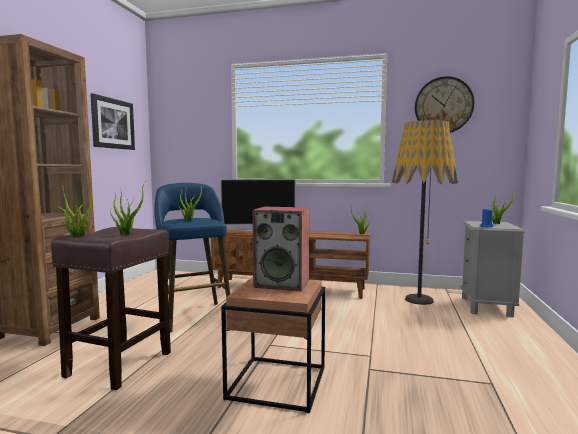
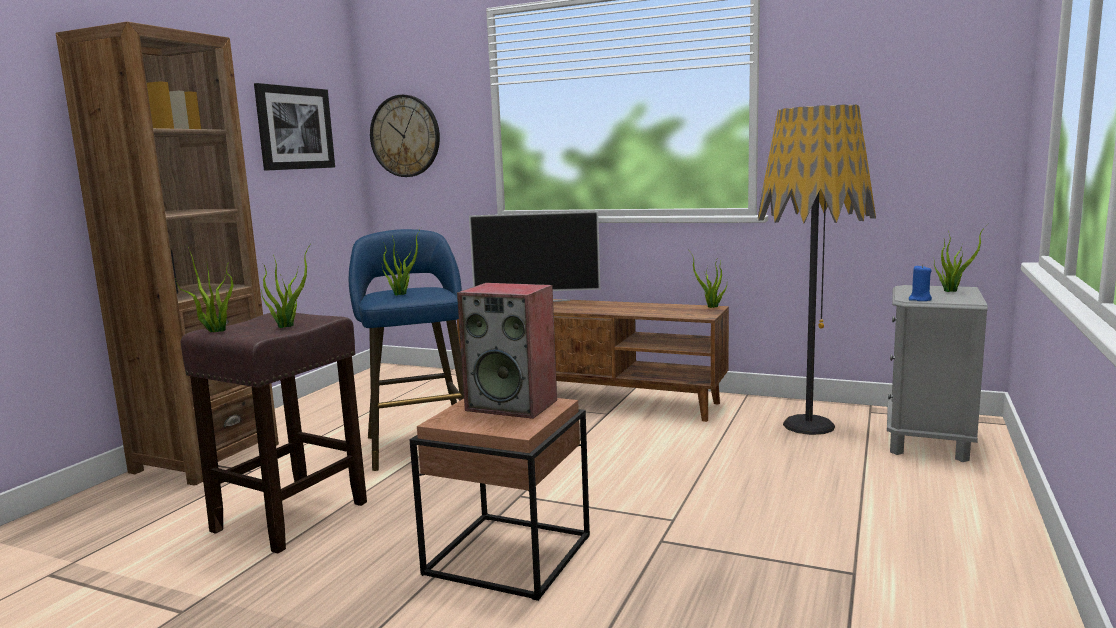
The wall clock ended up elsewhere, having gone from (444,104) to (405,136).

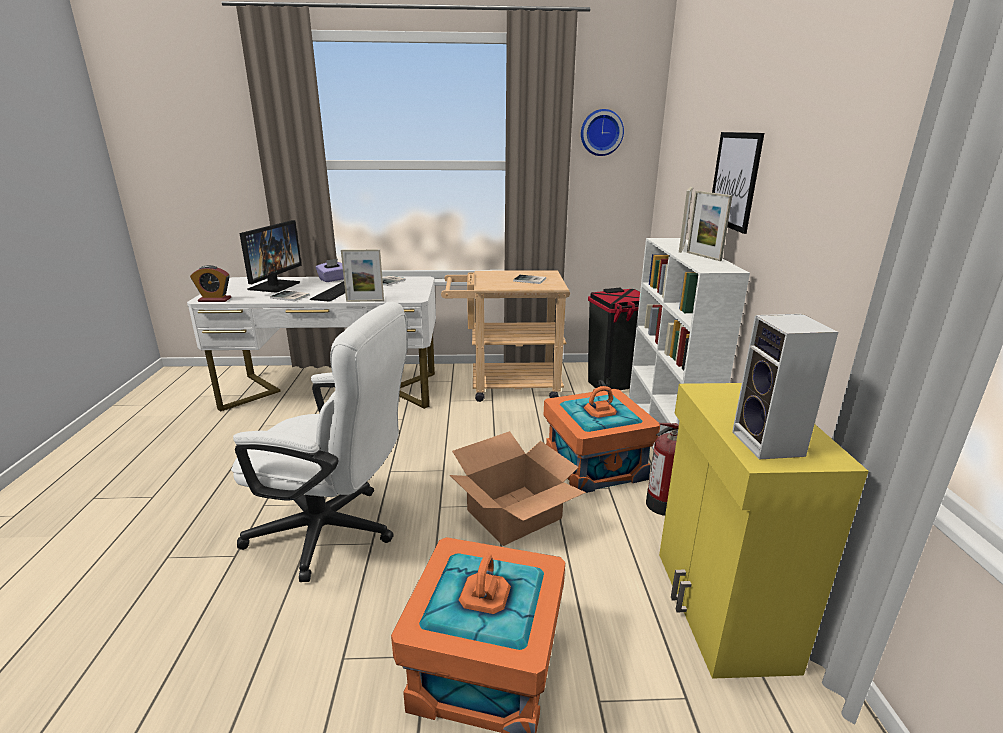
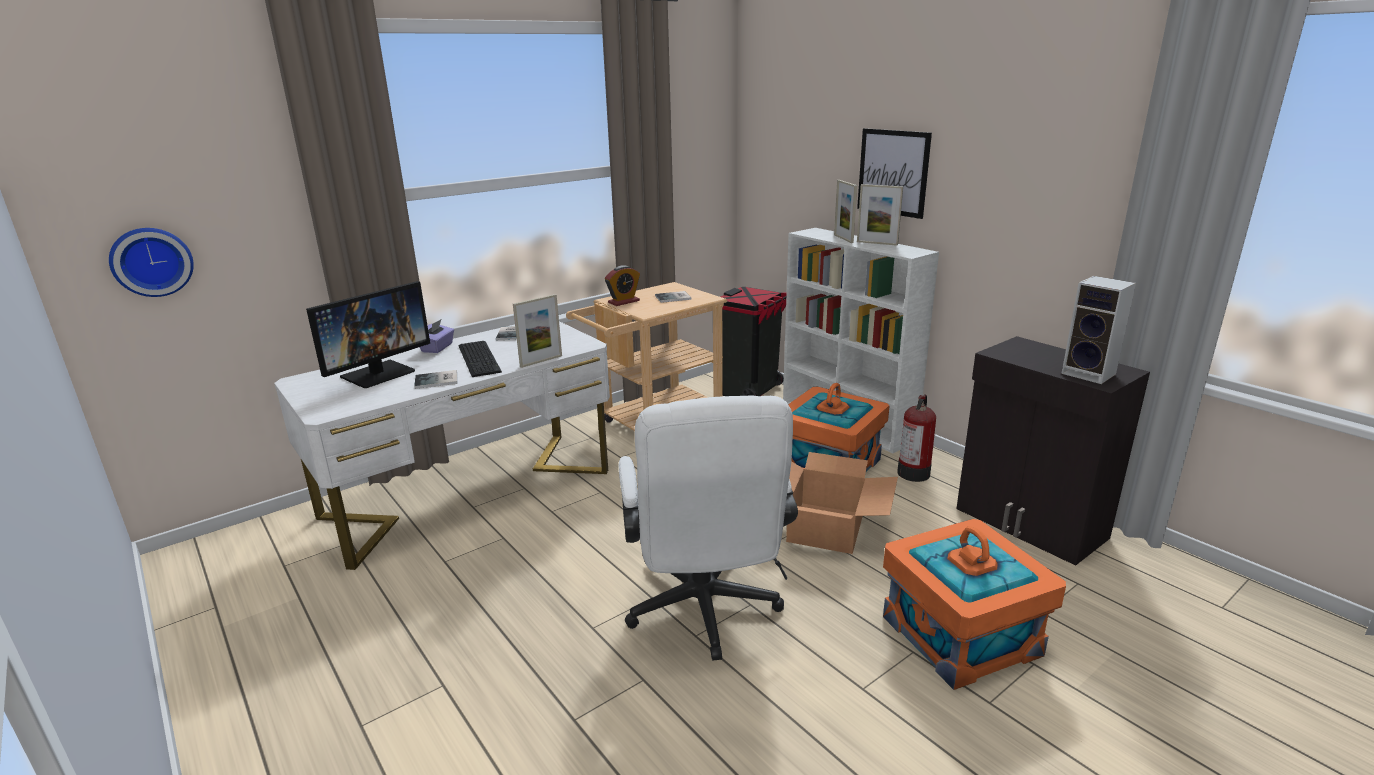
The wall clock ended up elsewhere, having gone from (602,132) to (151,262).
The monitor at (270,256) ended up facing another way, 60 degrees clockwise from before.
The alarm clock ended up elsewhere, having gone from (210,283) to (622,285).
The white office chair at (319,442) ended up facing another way, 105 degrees clockwise from before.
What was the yellow cabinet at (764,531) turned into the black cabinet at (1053,451).

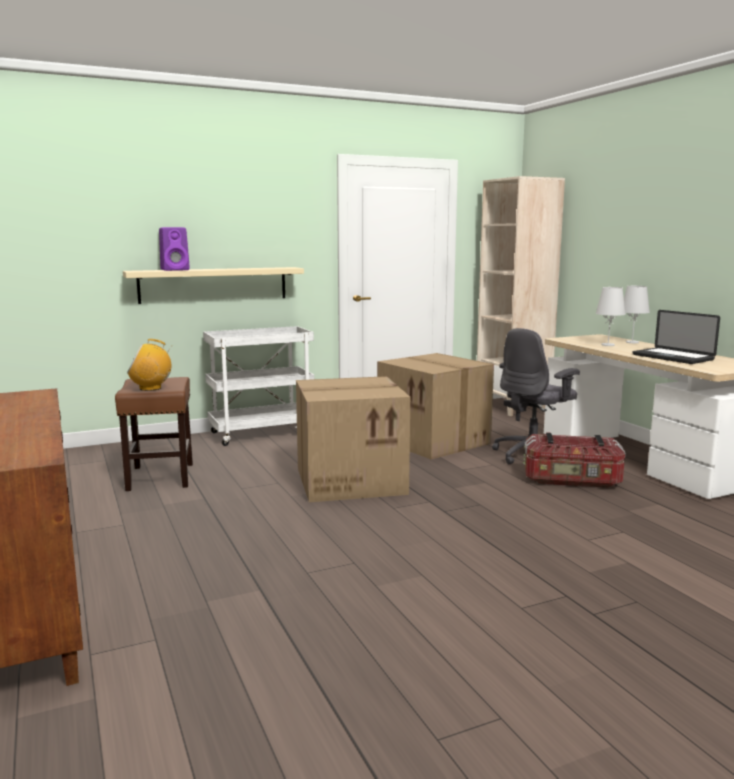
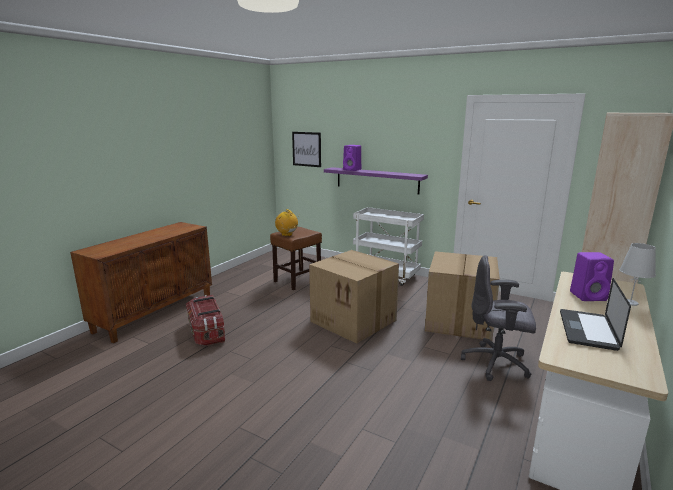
The storage box ended up elsewhere, having gone from (574,460) to (205,320).
The second view gained the picture at (306,149).
What was the beige shelf at (213,285) turned into the purple shelf at (376,181).
Where the white table lamp stood at (611,316), the purple speaker came to stand at (592,276).

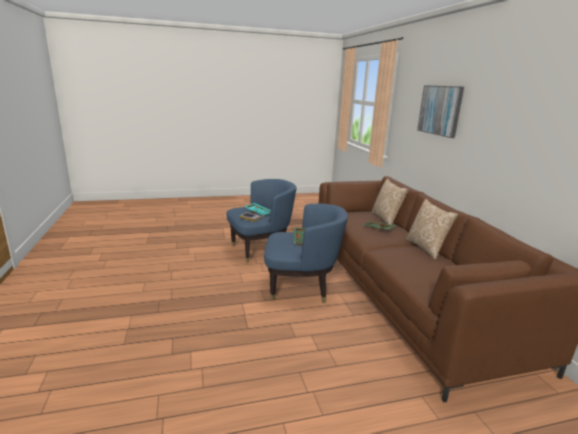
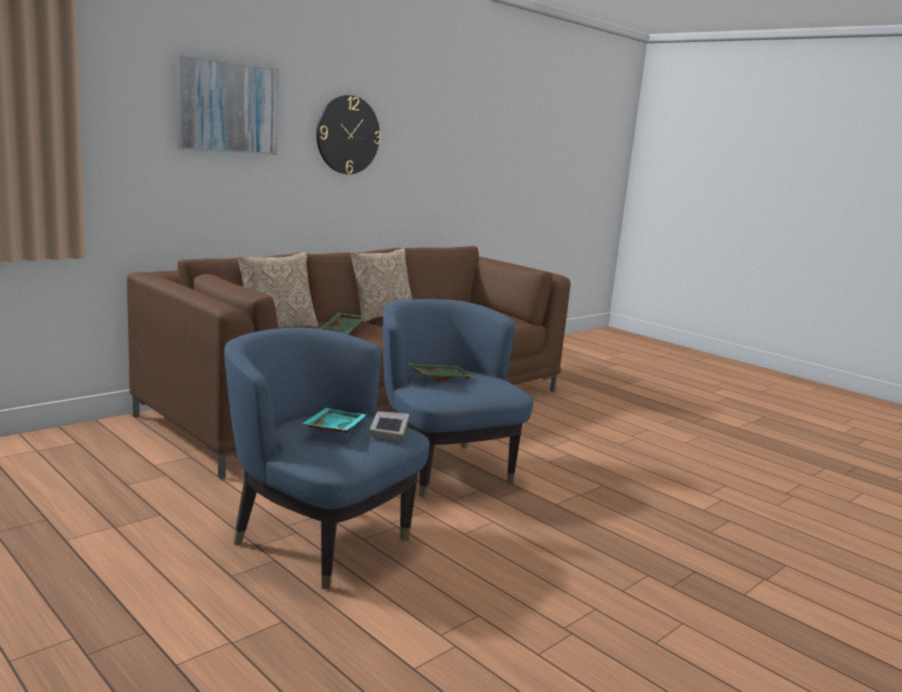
The second view gained the wall clock at (348,134).

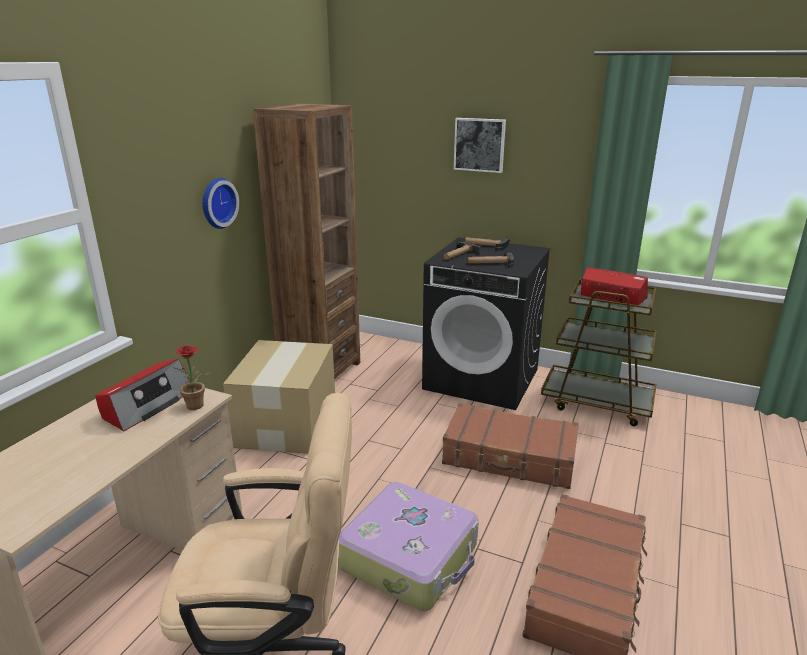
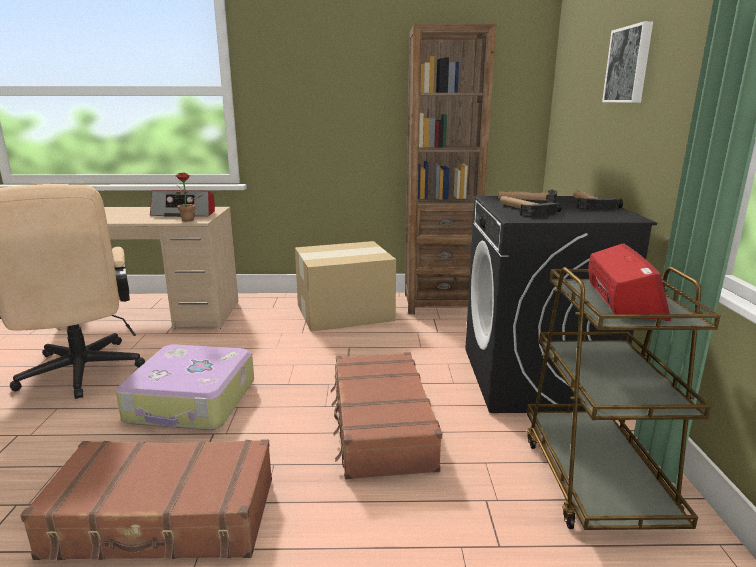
The second view lost the wall clock at (220,203).

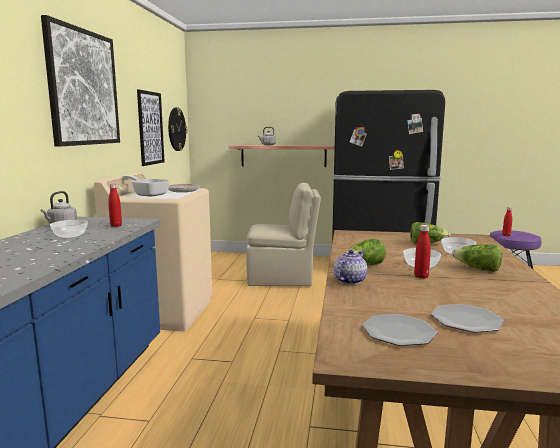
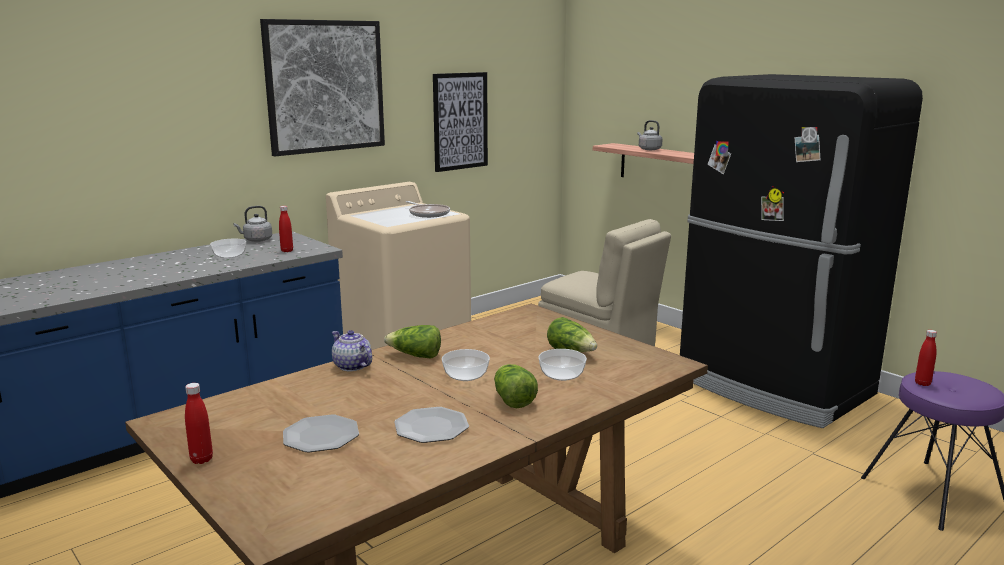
The red bottle ended up elsewhere, having gone from (422,252) to (199,423).
The teapot at (350,267) ended up facing another way, 120 degrees counterclockwise from before.
The plate ended up elsewhere, having gone from (399,330) to (431,425).
The second view lost the frying pan at (146,186).
The second view lost the wall clock at (177,129).

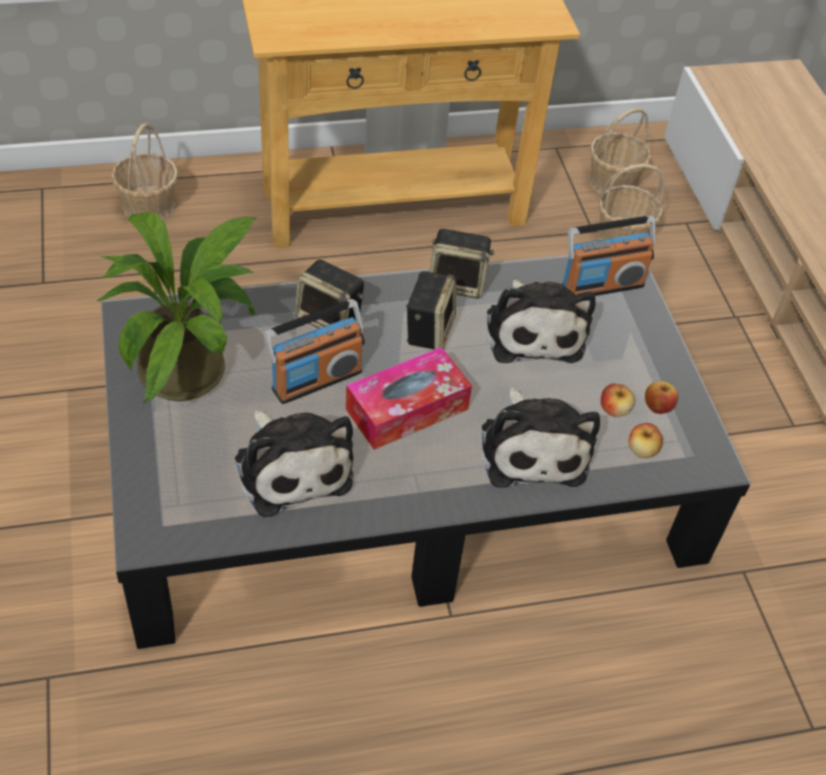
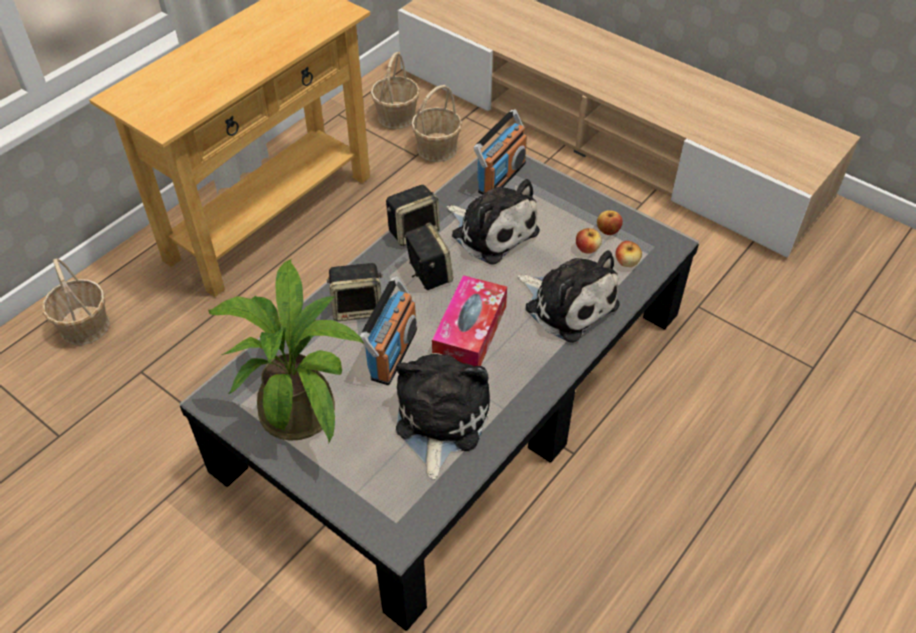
The plush toy at (294,463) ended up facing another way, 105 degrees counterclockwise from before.

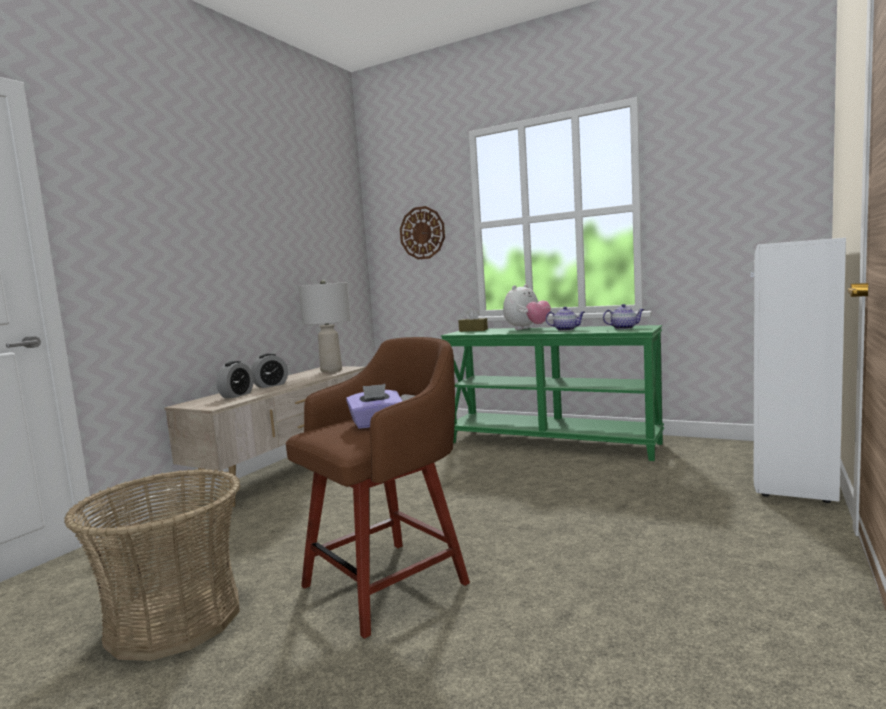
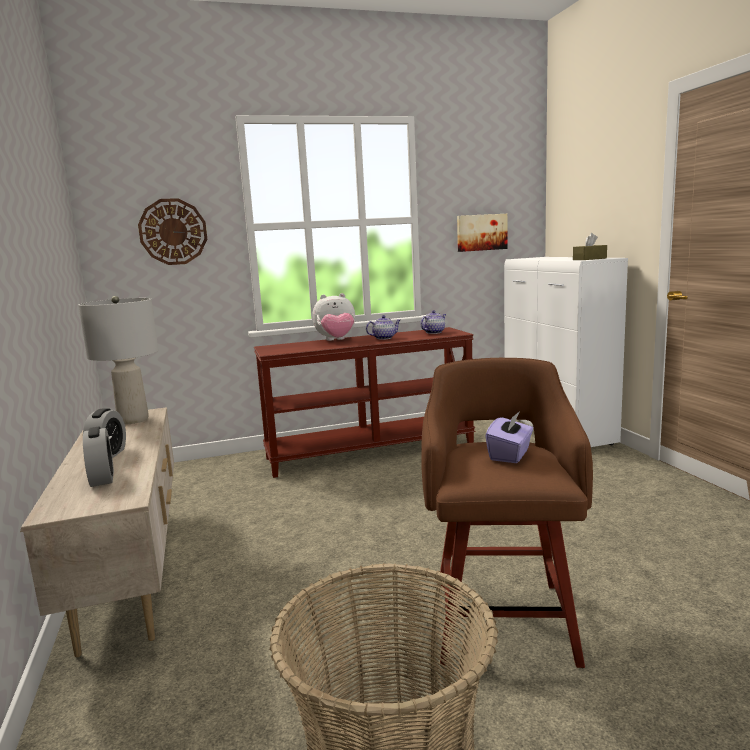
What was the green console table at (552,393) turned into the brown console table at (364,402).
The plush toy at (527,307) ended up facing another way, 75 degrees clockwise from before.
The second view gained the picture at (482,233).
The brown tissue box ended up elsewhere, having gone from (473,320) to (590,246).

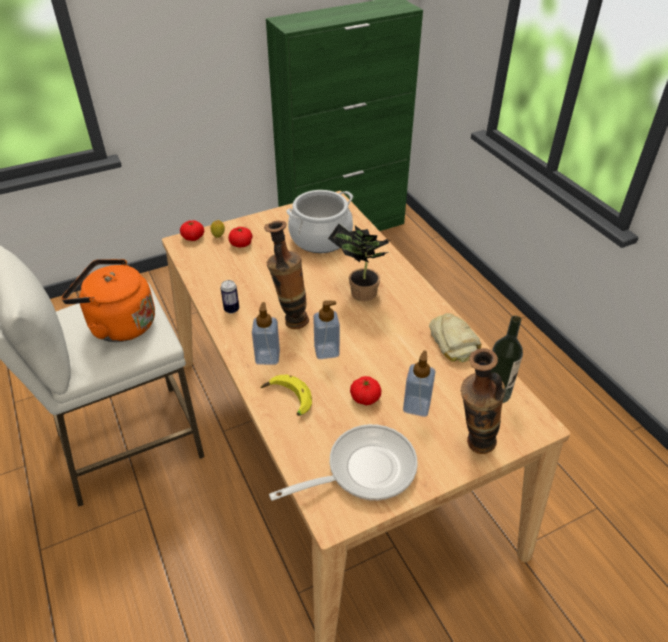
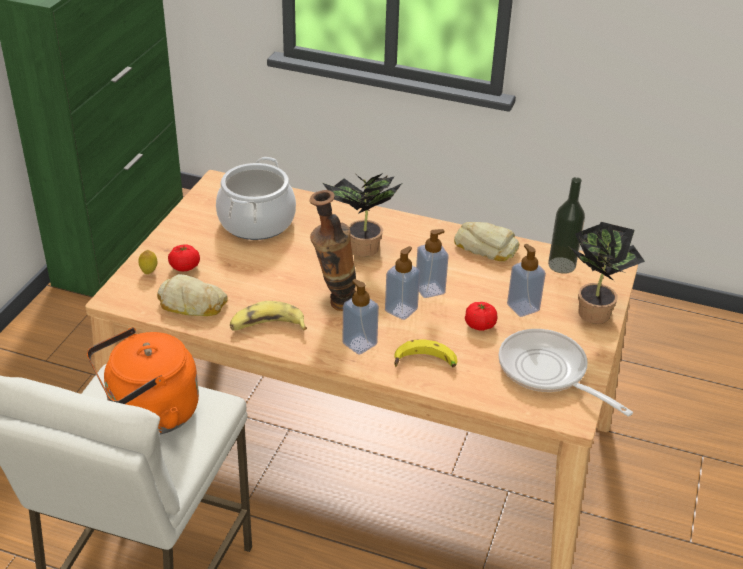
The second view gained the bread at (192,295).
Where the can stood at (230,296), the banana came to stand at (268,316).
The second view gained the soap dispenser at (432,263).
The frying pan at (343,462) ended up facing another way, 60 degrees counterclockwise from before.
Where the vase stood at (483,401), the potted plant came to stand at (607,273).
The second view lost the tomato at (192,230).

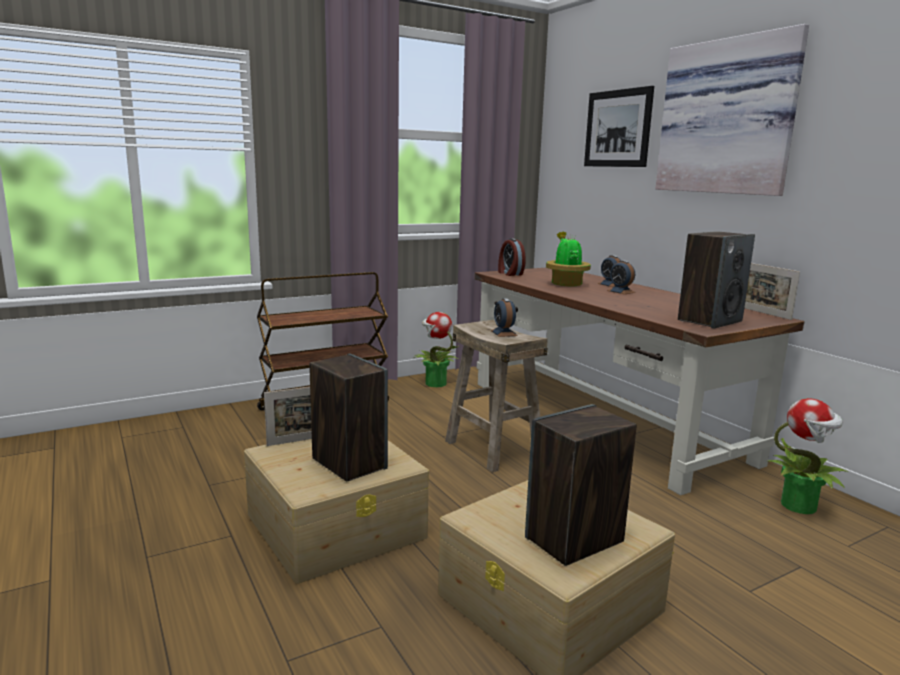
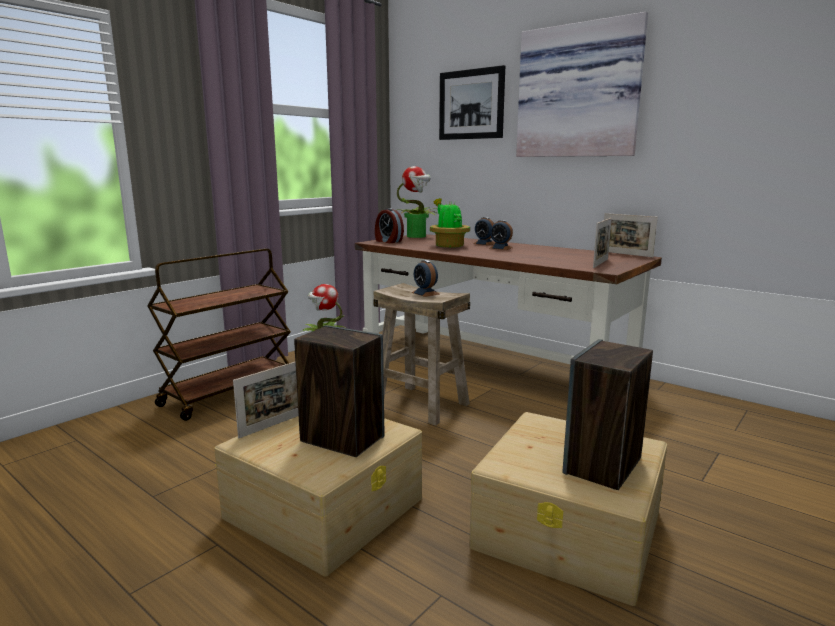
The potted plant ended up elsewhere, having gone from (807,456) to (416,202).
Where the speaker stood at (716,279), the picture frame came to stand at (602,243).

